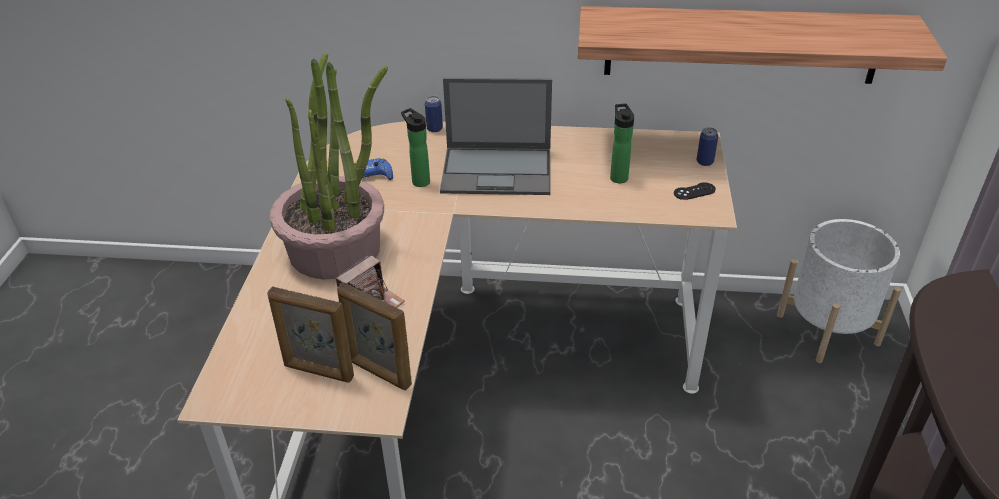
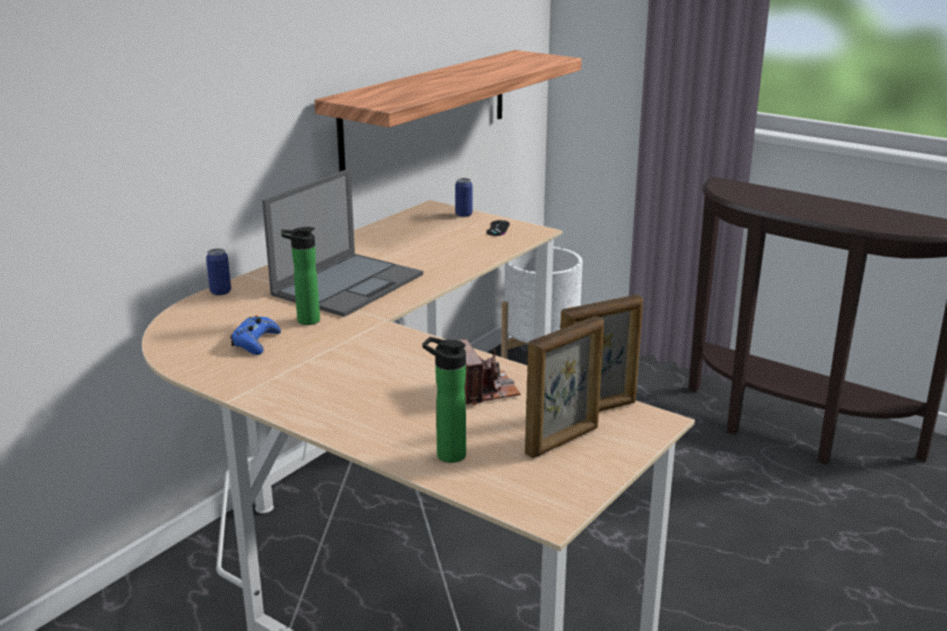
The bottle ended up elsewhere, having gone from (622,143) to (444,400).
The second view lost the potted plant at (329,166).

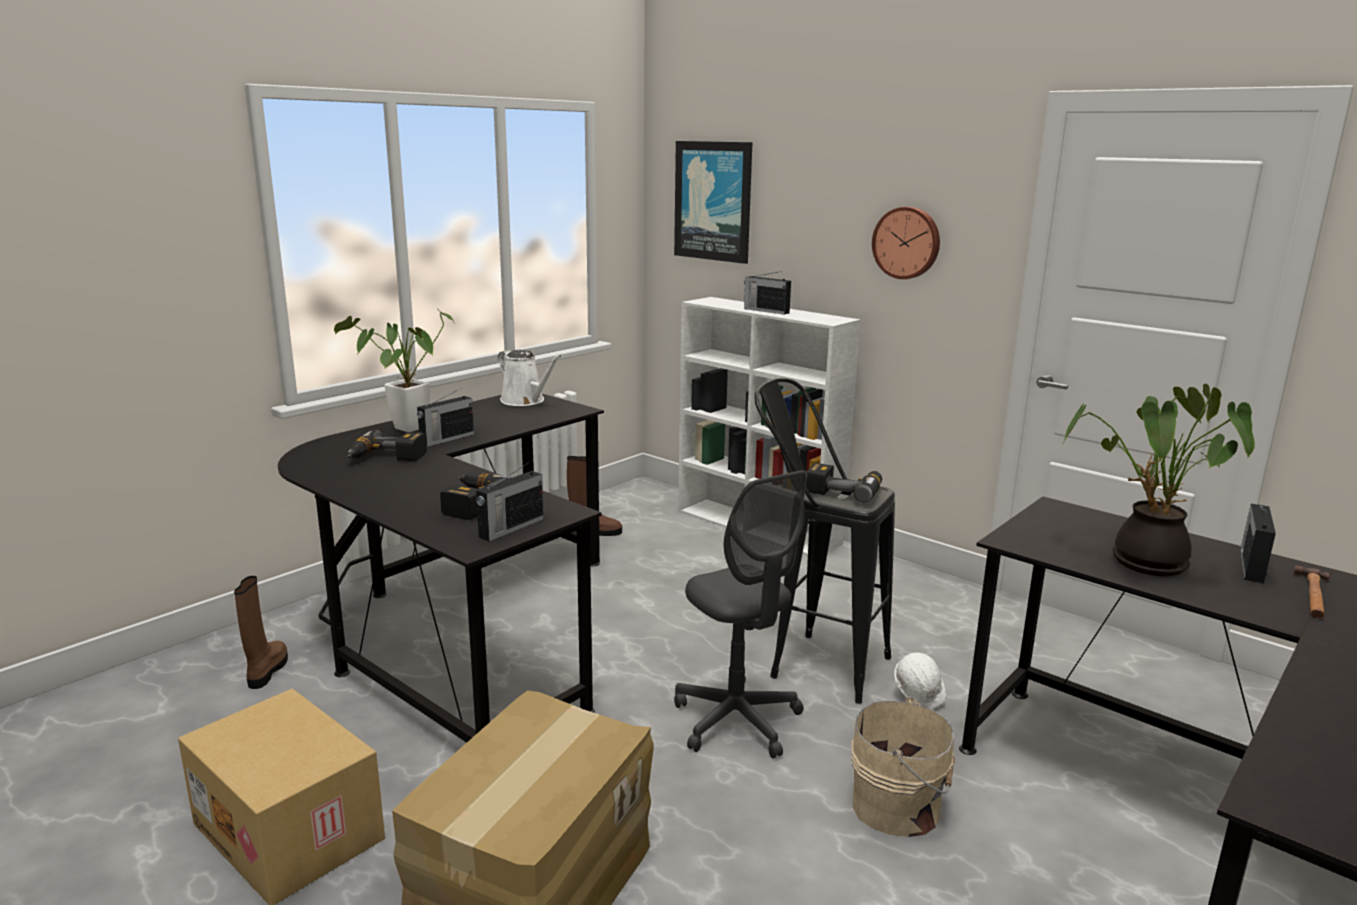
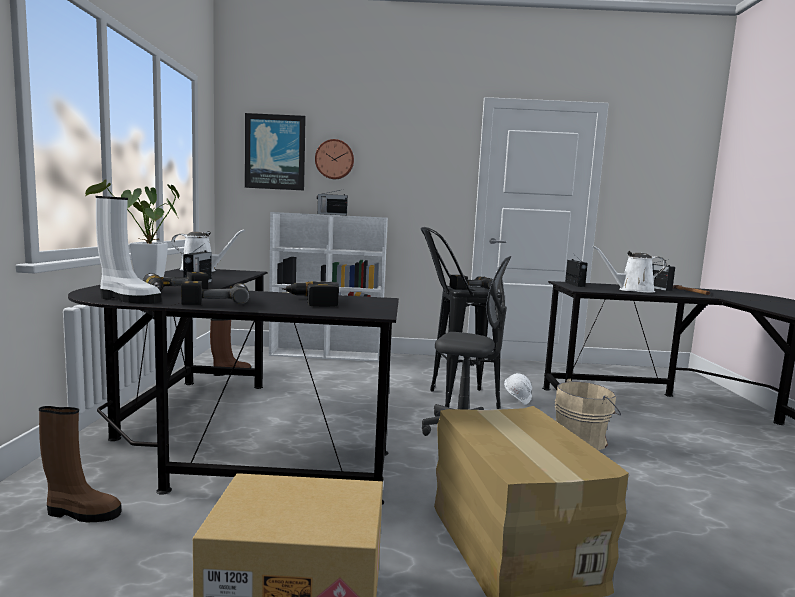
The brown boot at (261,632) ended up facing another way, 135 degrees clockwise from before.
The second view gained the white boot at (128,250).
The second view gained the power drill at (215,293).
The wall clock ended up elsewhere, having gone from (906,243) to (334,159).
The radio ended up elsewhere, having gone from (510,502) to (576,271).
Where the potted plant stood at (1158,480), the white watering can came to stand at (629,269).

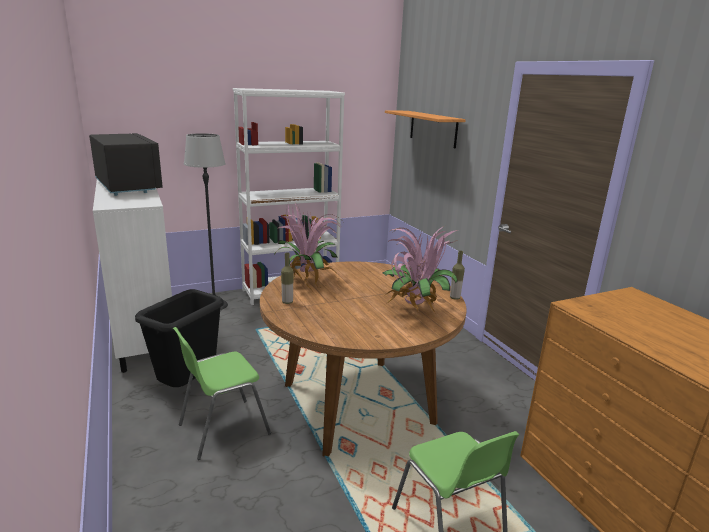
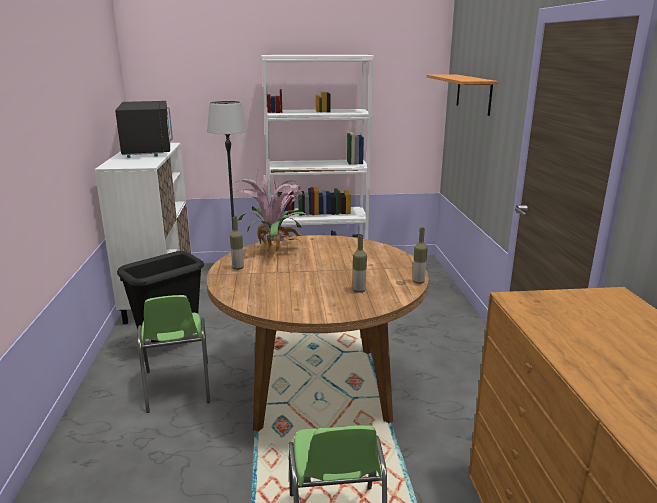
The green chair at (222,393) ended up facing another way, 90 degrees counterclockwise from before.
Where the potted plant stood at (420,270), the bottle came to stand at (360,263).

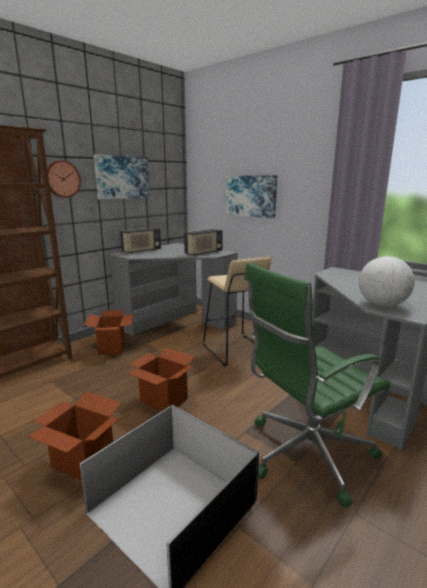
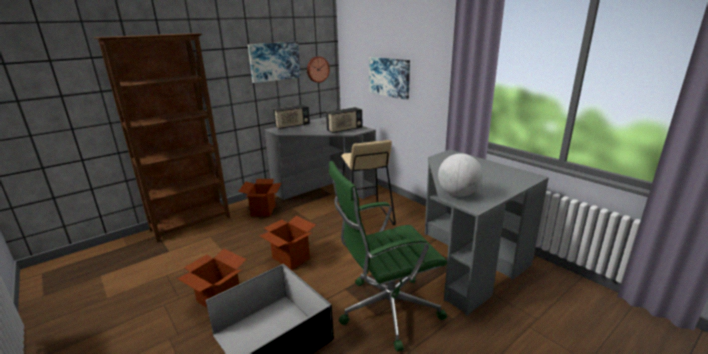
The wall clock ended up elsewhere, having gone from (64,179) to (318,69).

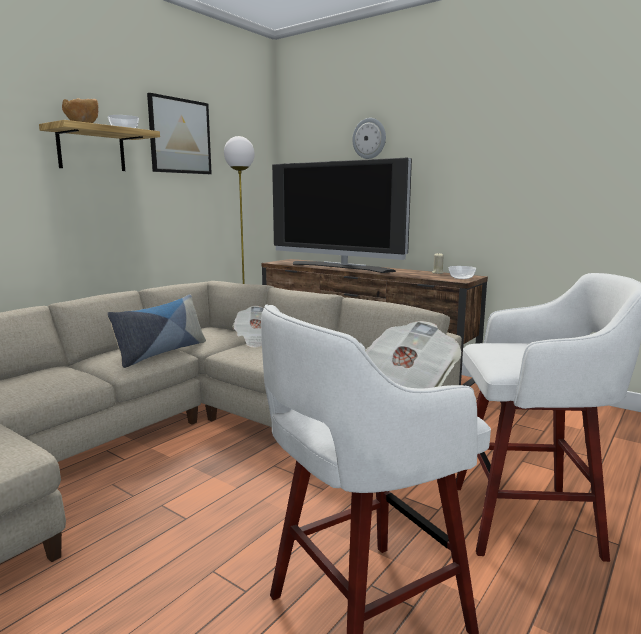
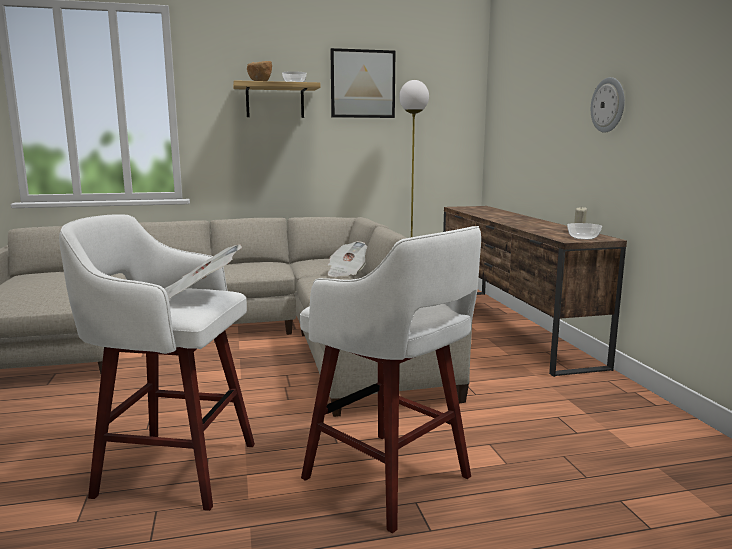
The wall clock ended up elsewhere, having gone from (369,138) to (608,105).
The second view lost the pillow at (156,331).
The second view lost the television at (342,215).

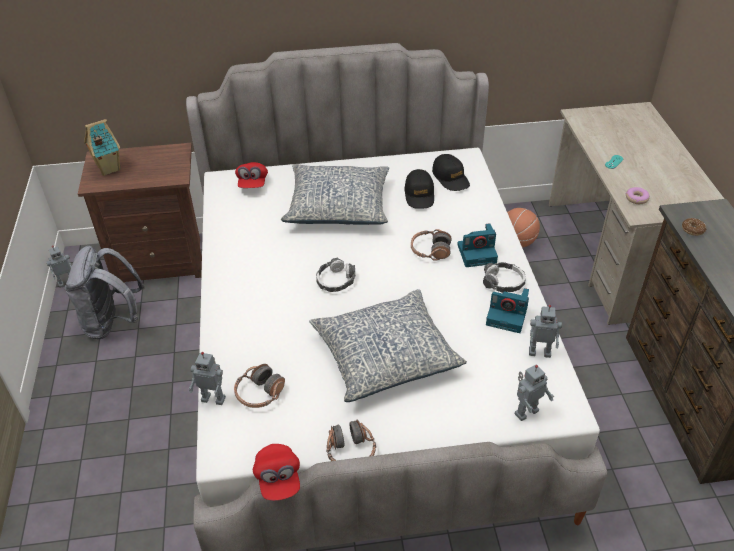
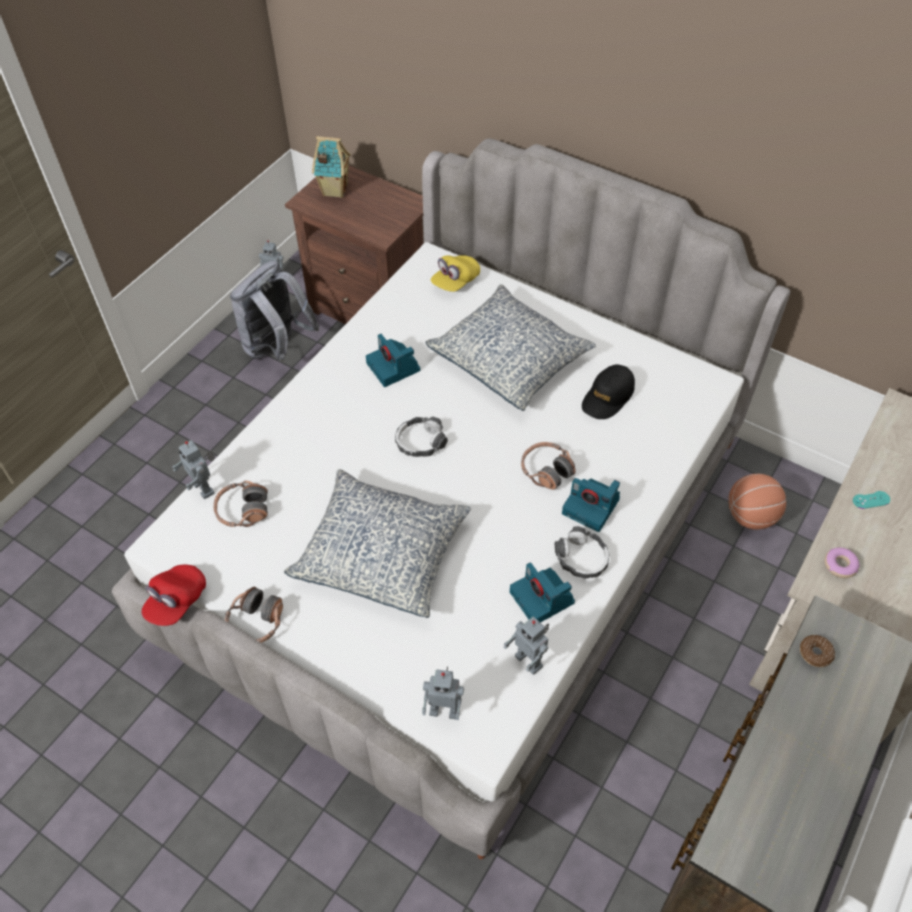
The second view gained the photo camera at (393,360).
What was the red cap at (251,175) turned into the yellow cap at (455,273).
The second view lost the black cap at (451,172).

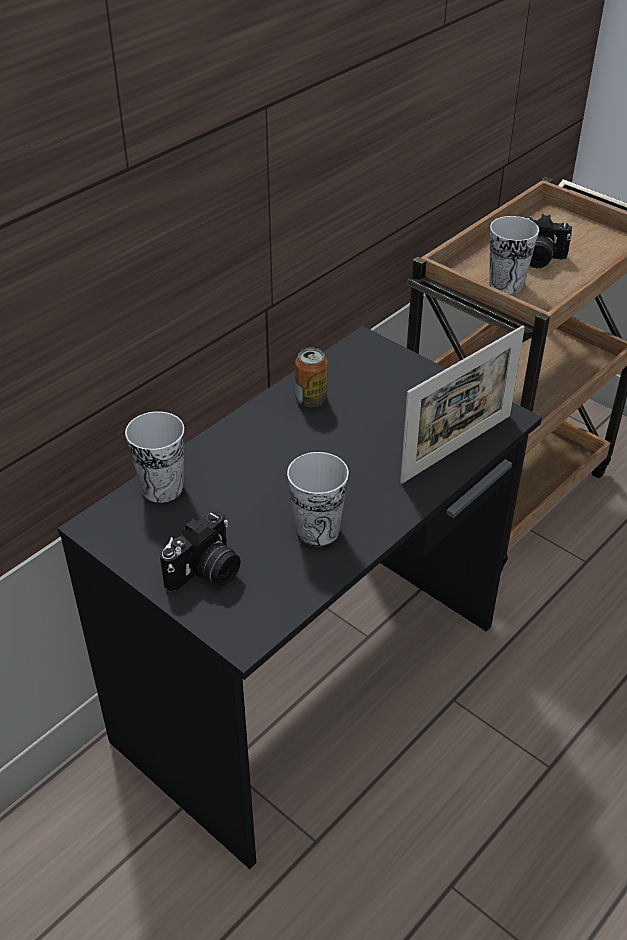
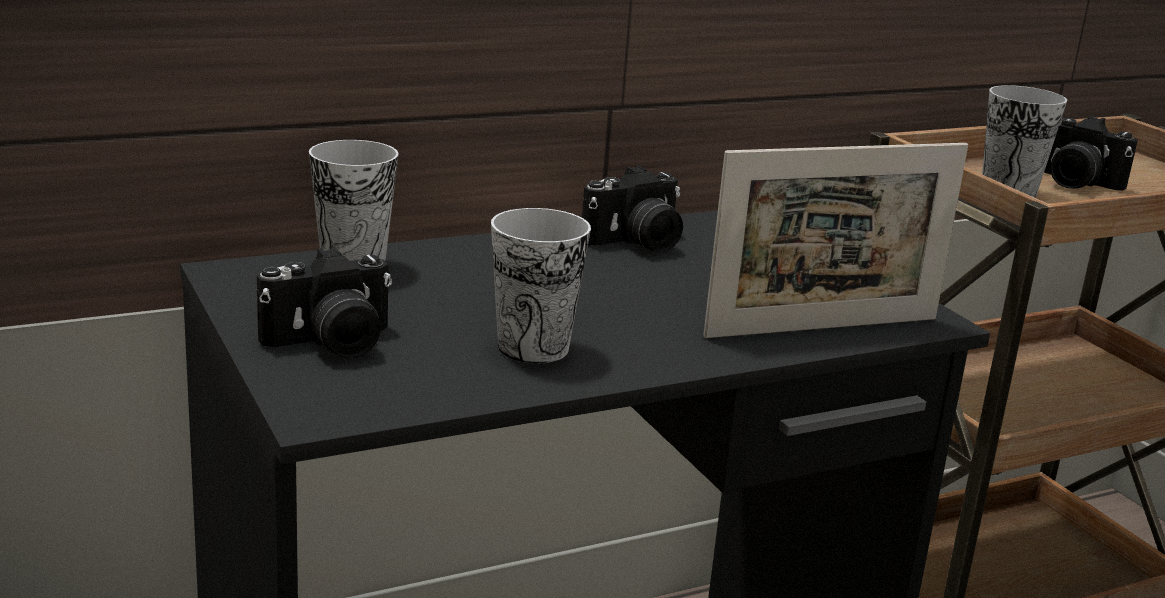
Where the can stood at (311,377), the photo camera came to stand at (632,208).

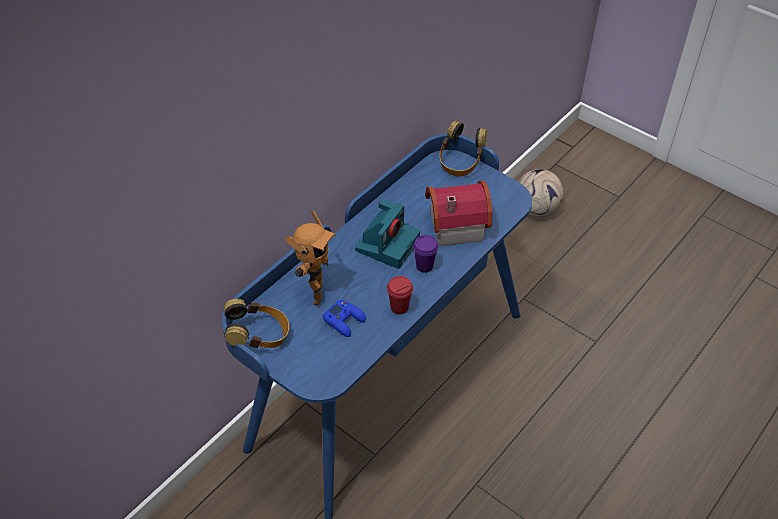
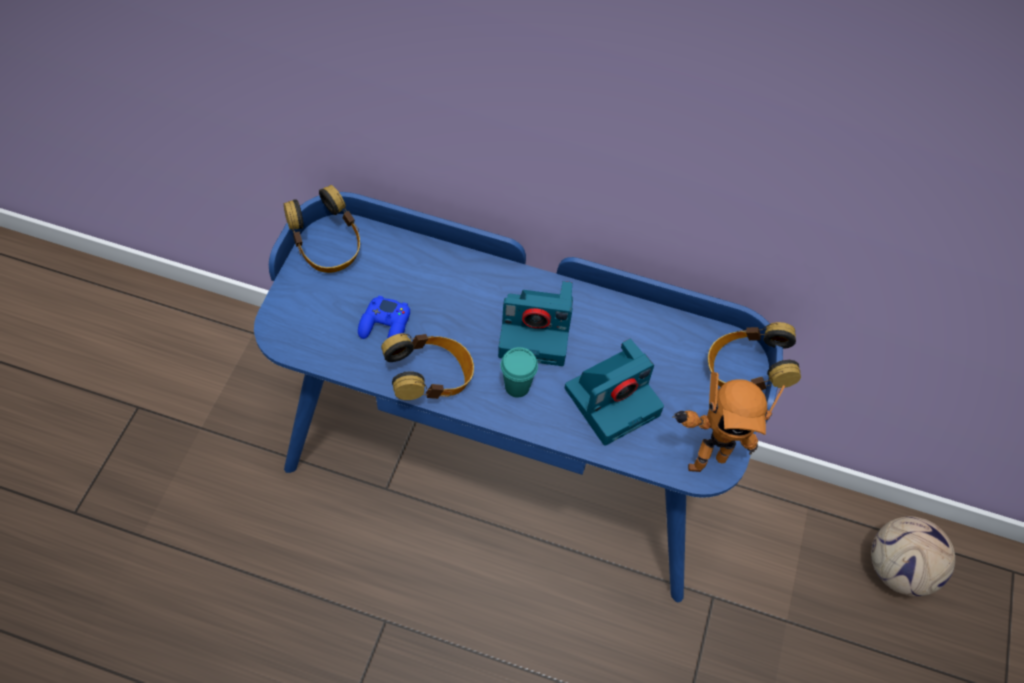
Where the red cup stood at (400,295), the headphones came to stand at (427,366).
What was the purple cup at (425,254) turned into the turquoise cup at (519,372).
Where the toy house stood at (458,213), the photo camera came to stand at (614,392).
The toy robot ended up elsewhere, having gone from (310,258) to (728,422).

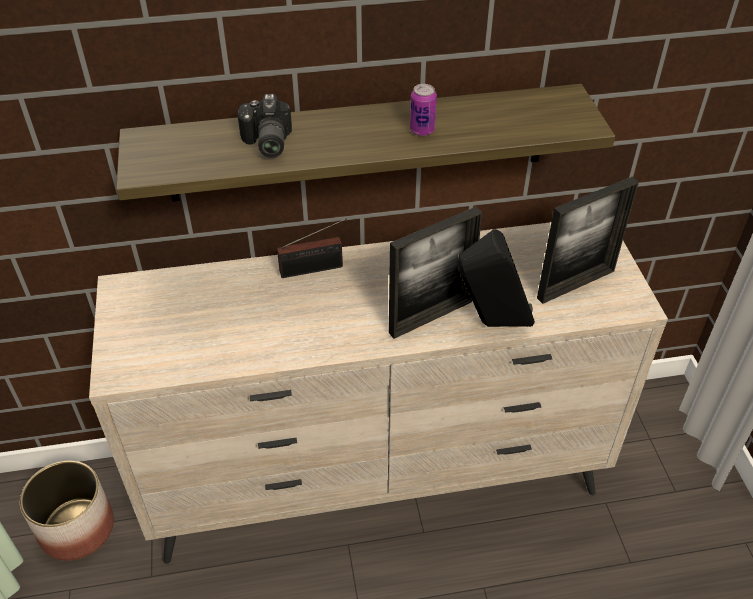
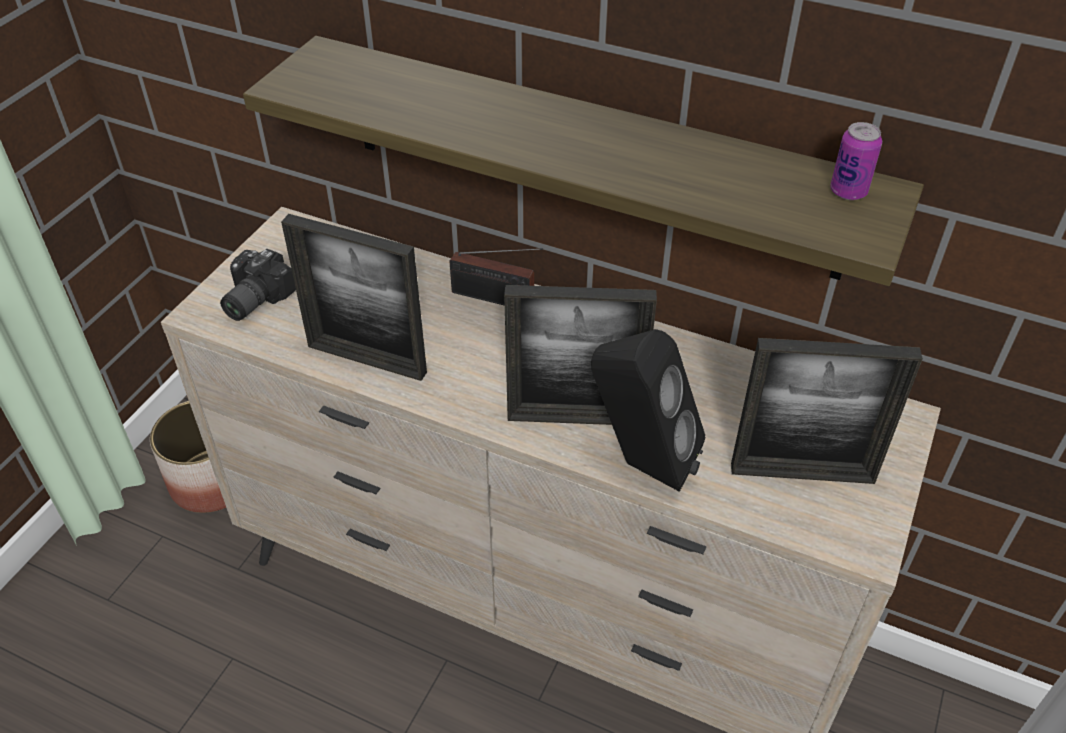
The photo camera ended up elsewhere, having gone from (265,126) to (258,285).
The second view gained the picture frame at (354,297).
The can ended up elsewhere, having gone from (423,110) to (856,161).

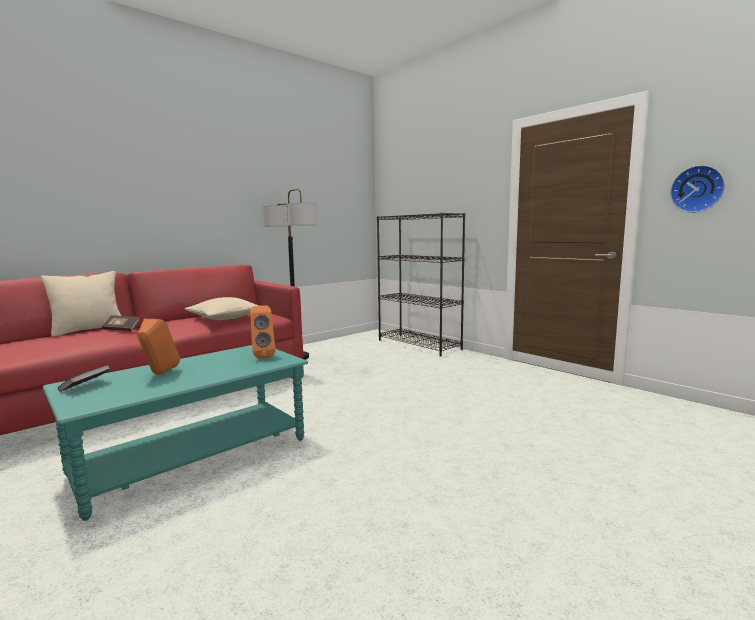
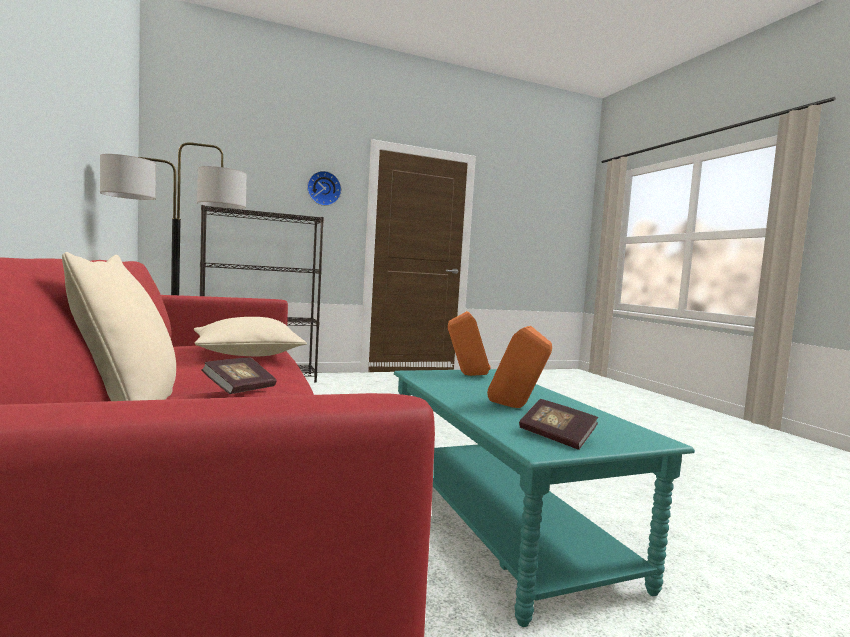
The wall clock ended up elsewhere, having gone from (697,189) to (324,188).

